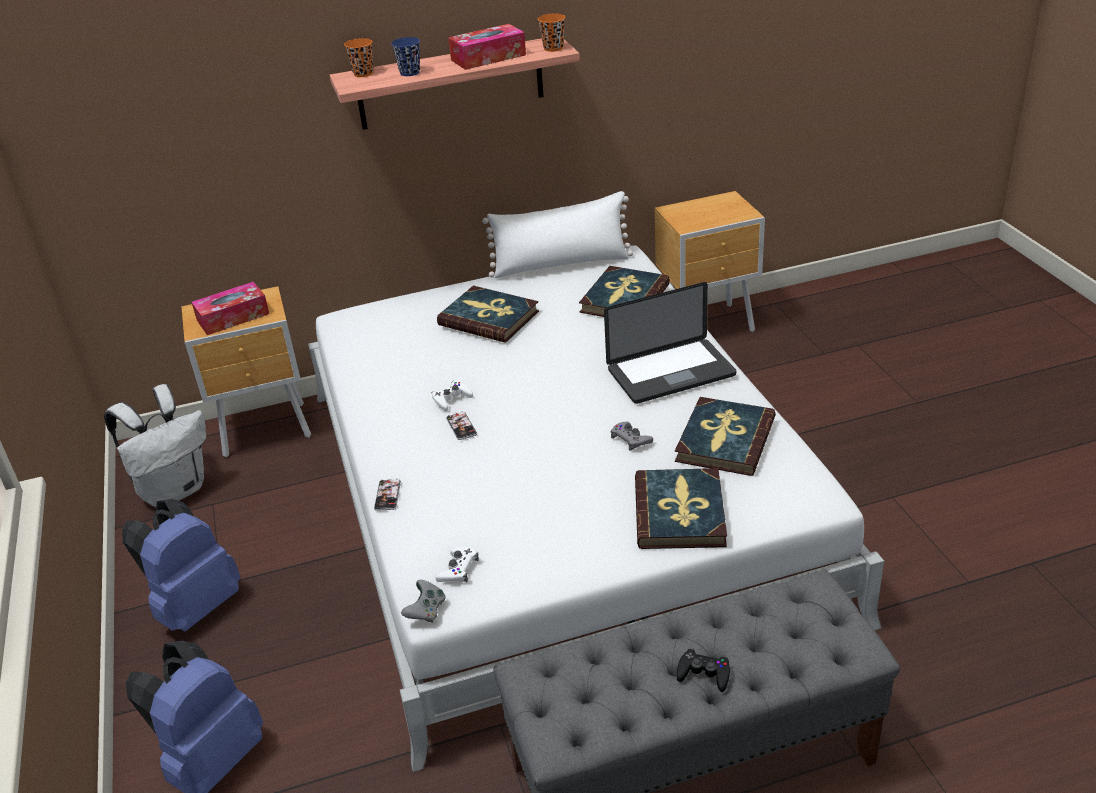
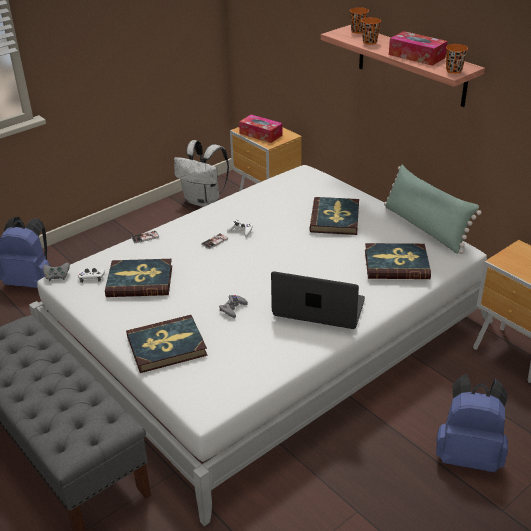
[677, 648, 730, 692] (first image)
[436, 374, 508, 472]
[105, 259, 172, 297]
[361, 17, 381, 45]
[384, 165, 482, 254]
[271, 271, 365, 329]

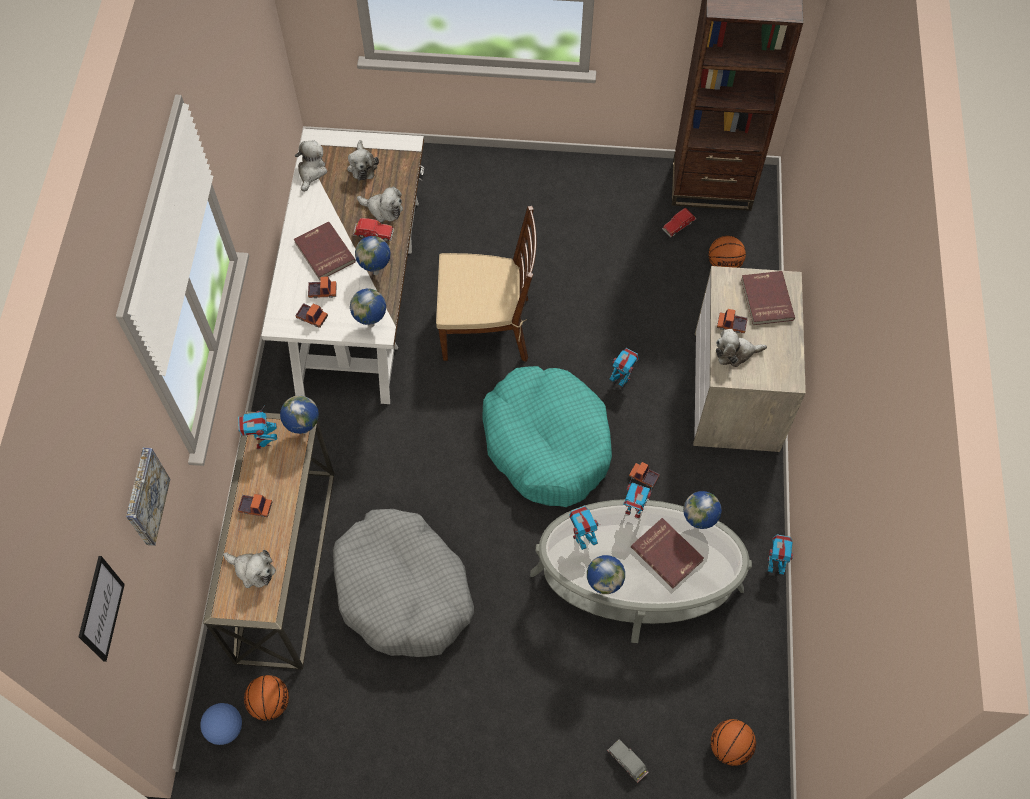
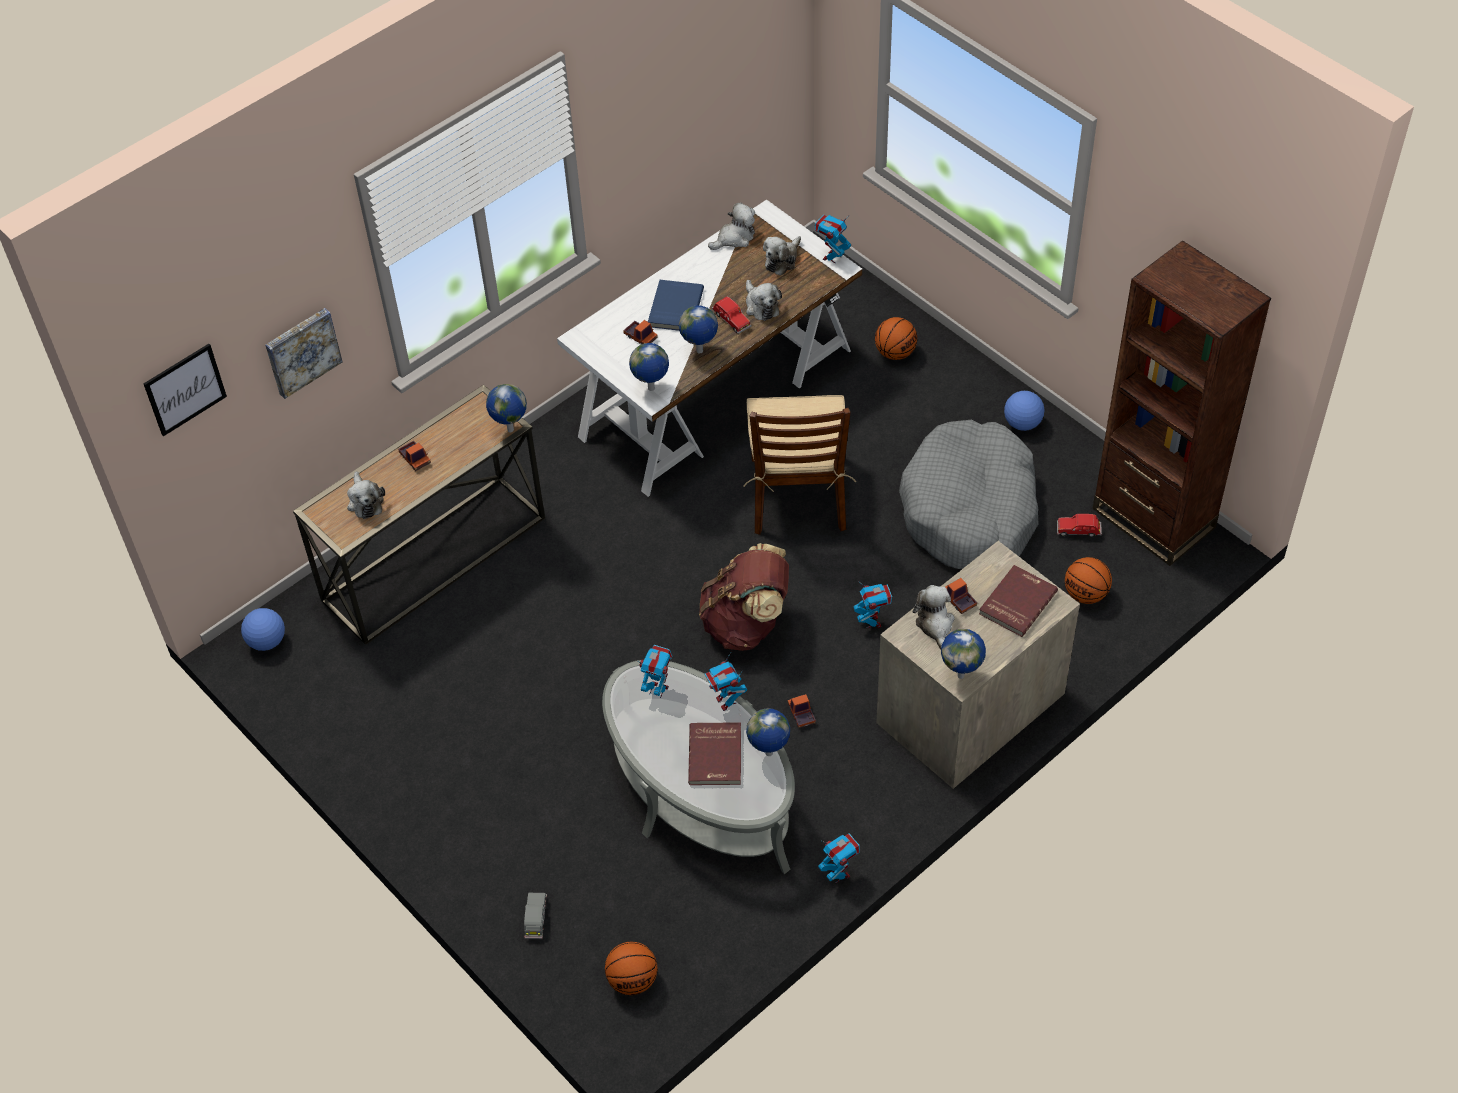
[295, 303, 328, 328] (first image)
[1004, 391, 1045, 431]
[815, 214, 851, 264]
[875, 317, 917, 360]
[899, 420, 1039, 569]
[941, 629, 986, 679]
[699, 543, 789, 651]
[648, 280, 704, 331]
[743, 395, 856, 535]
[913, 585, 954, 650]

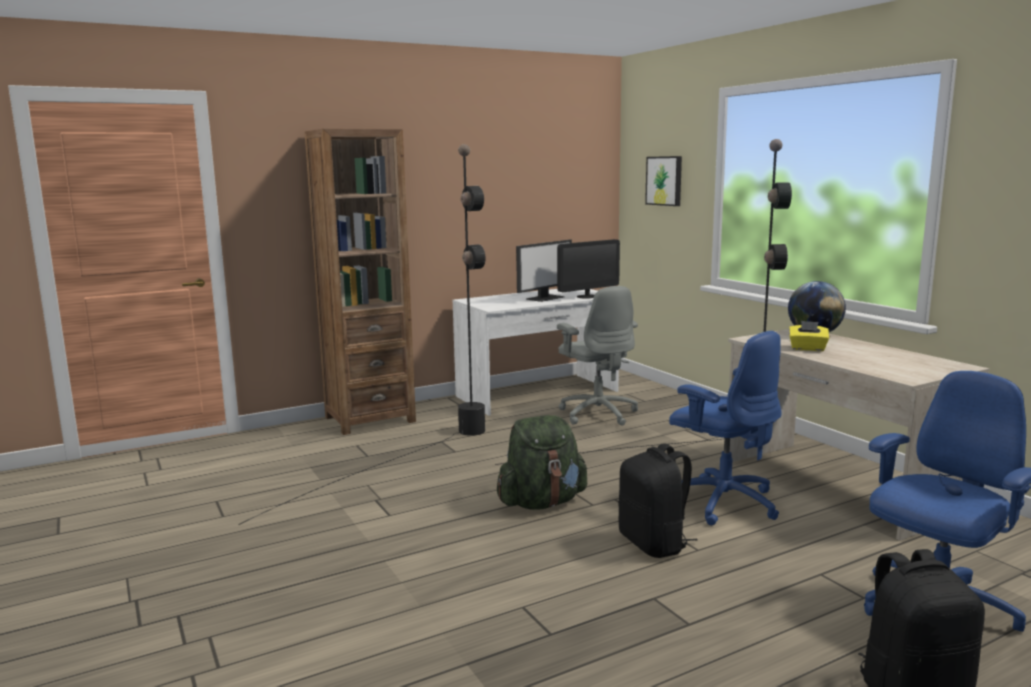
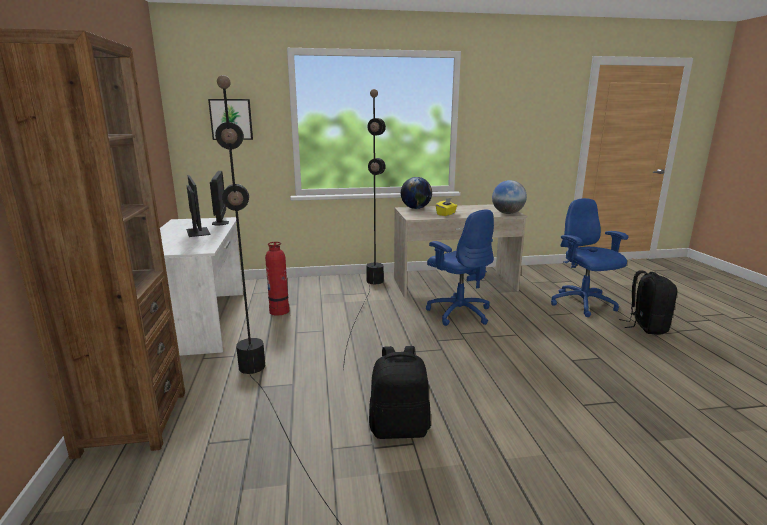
[497, 415, 587, 510] (first image)
[492, 180, 527, 214]
[369, 346, 431, 439]
[265, 242, 289, 316]
[426, 209, 494, 326]

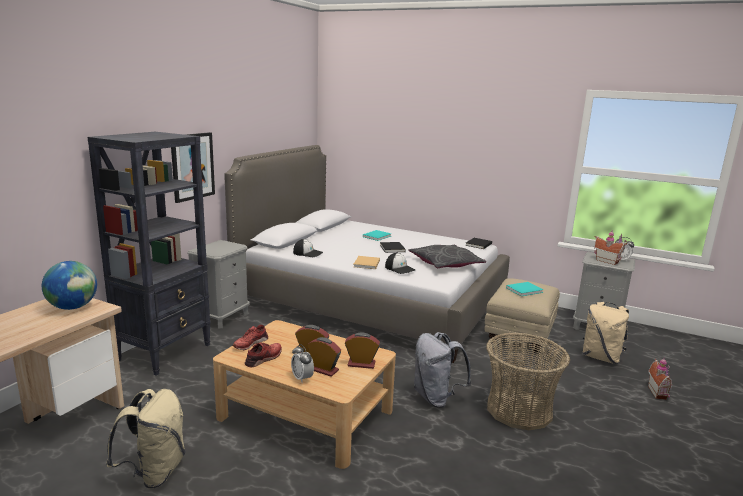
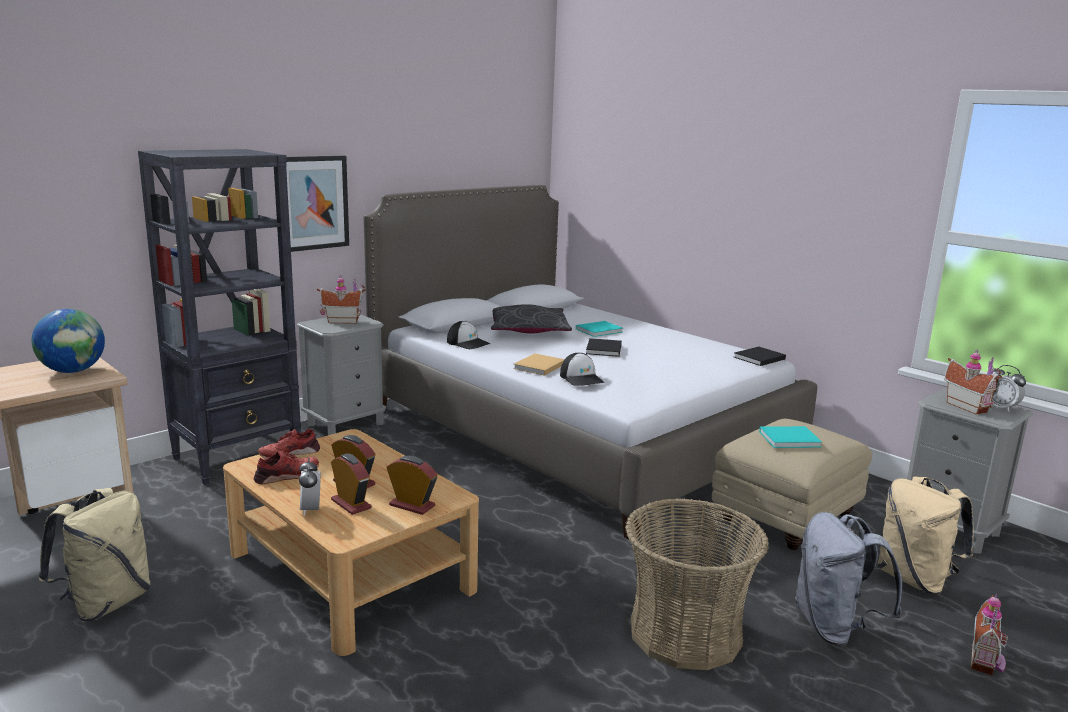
[317, 275, 366, 323]
[491, 304, 572, 334]
[795, 512, 903, 647]

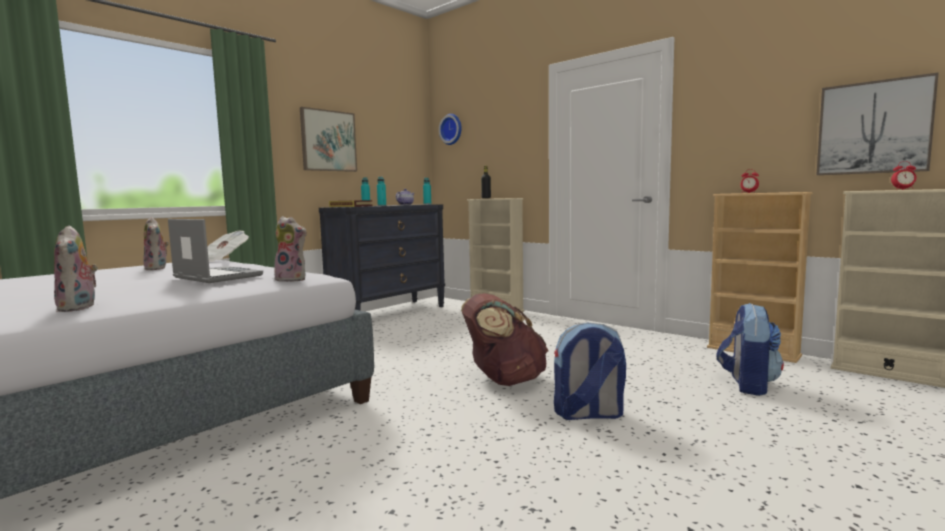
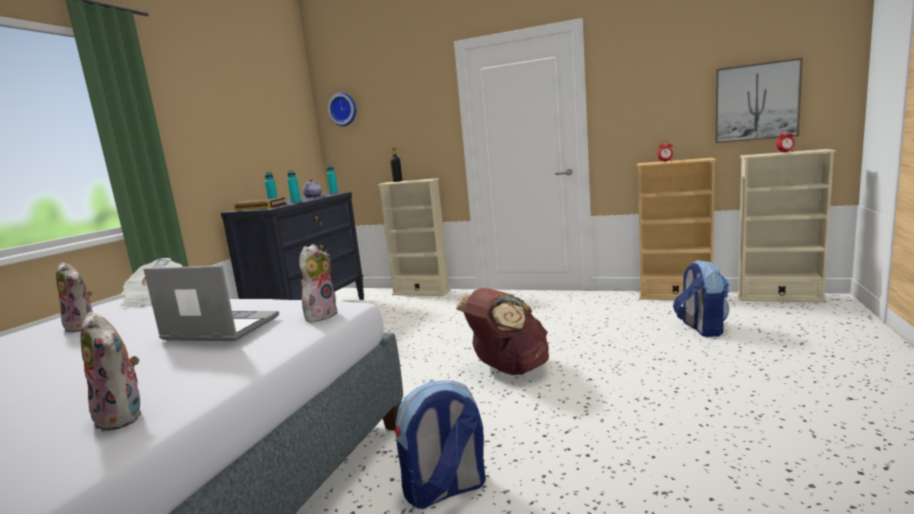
[300, 107, 357, 172] (first image)
[395, 380, 486, 509]
[299, 244, 338, 322]

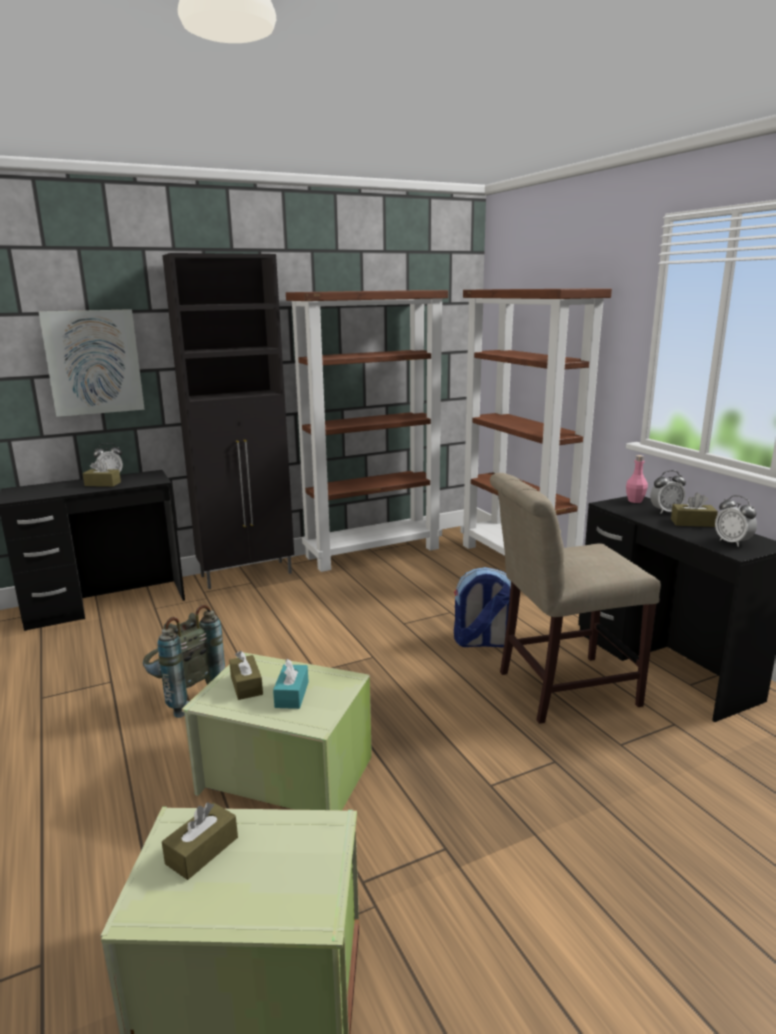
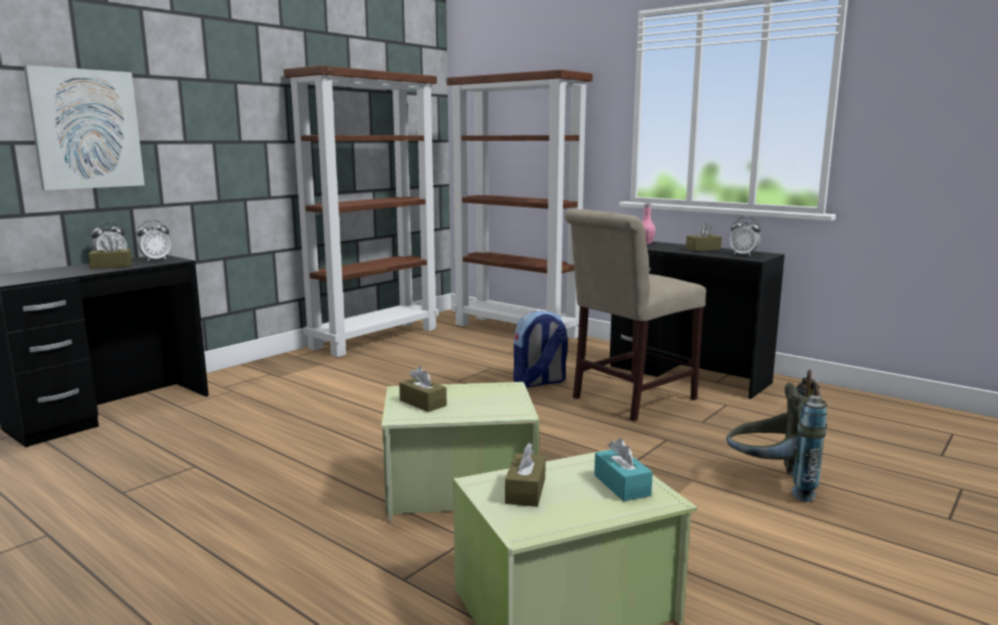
[162, 253, 294, 589] (first image)
[726, 370, 827, 502]
[594, 438, 653, 501]
[137, 220, 171, 261]

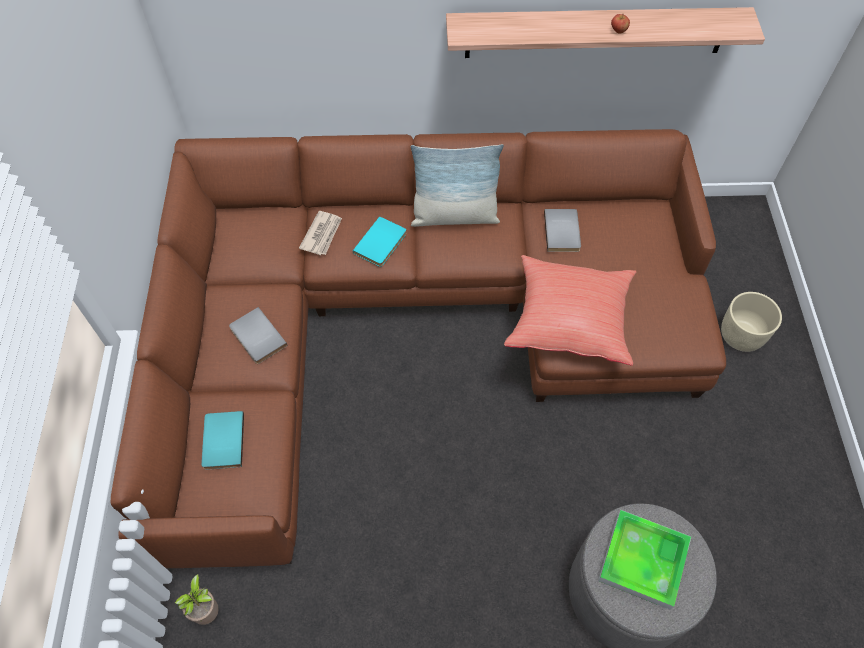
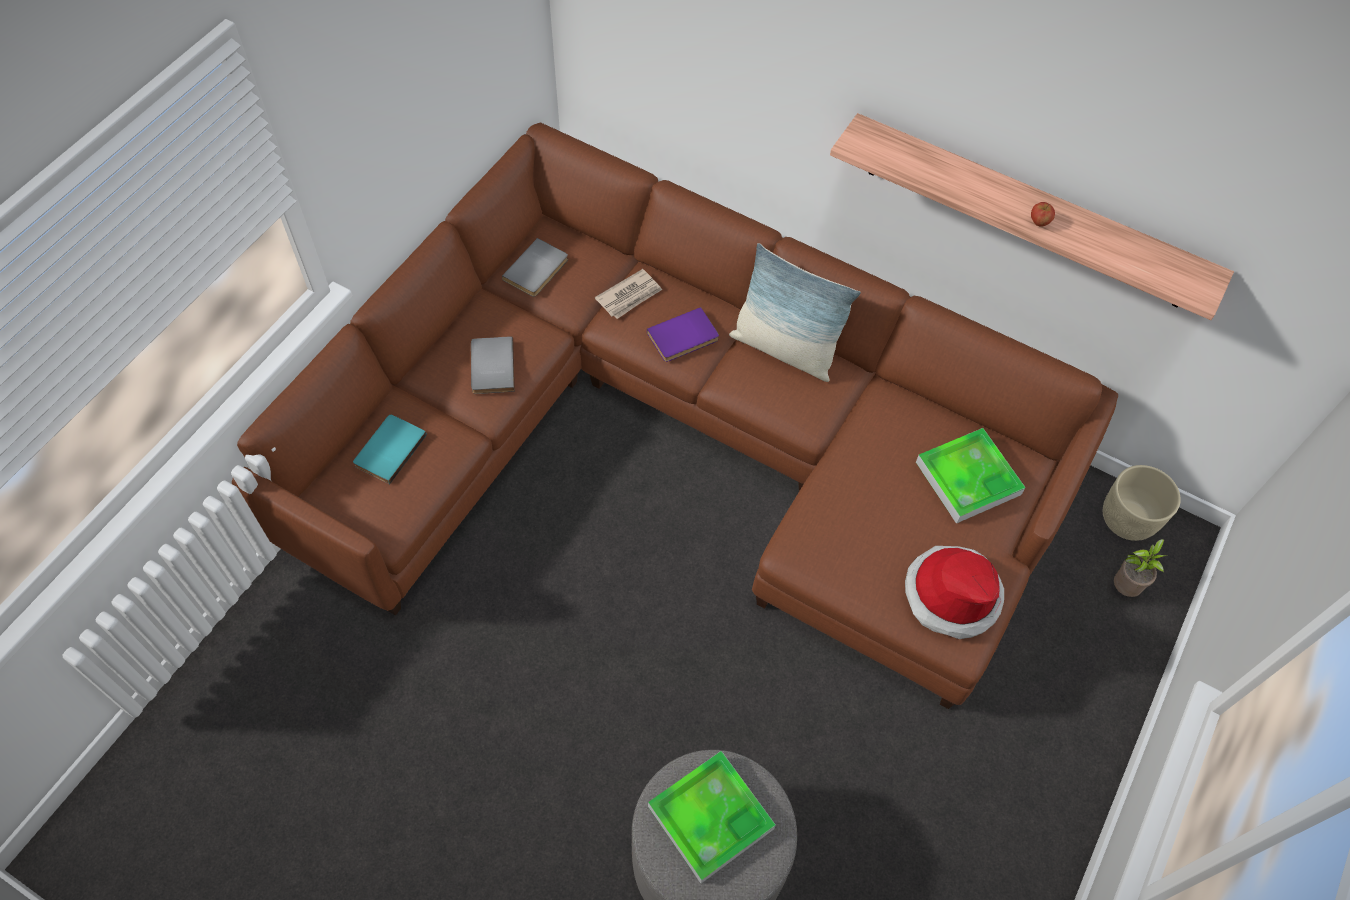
[504, 255, 636, 366] (first image)
[905, 546, 1004, 639]
[916, 428, 1026, 524]
[1114, 539, 1168, 597]
[502, 238, 568, 297]
[1103, 465, 1181, 541]
[647, 307, 719, 362]

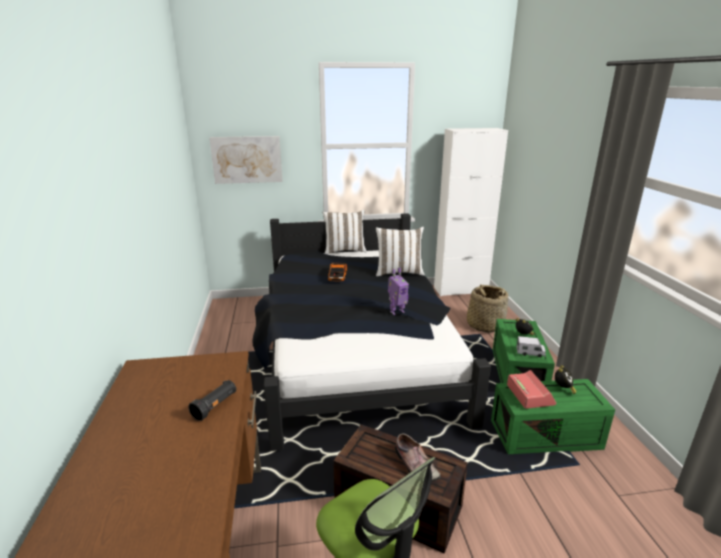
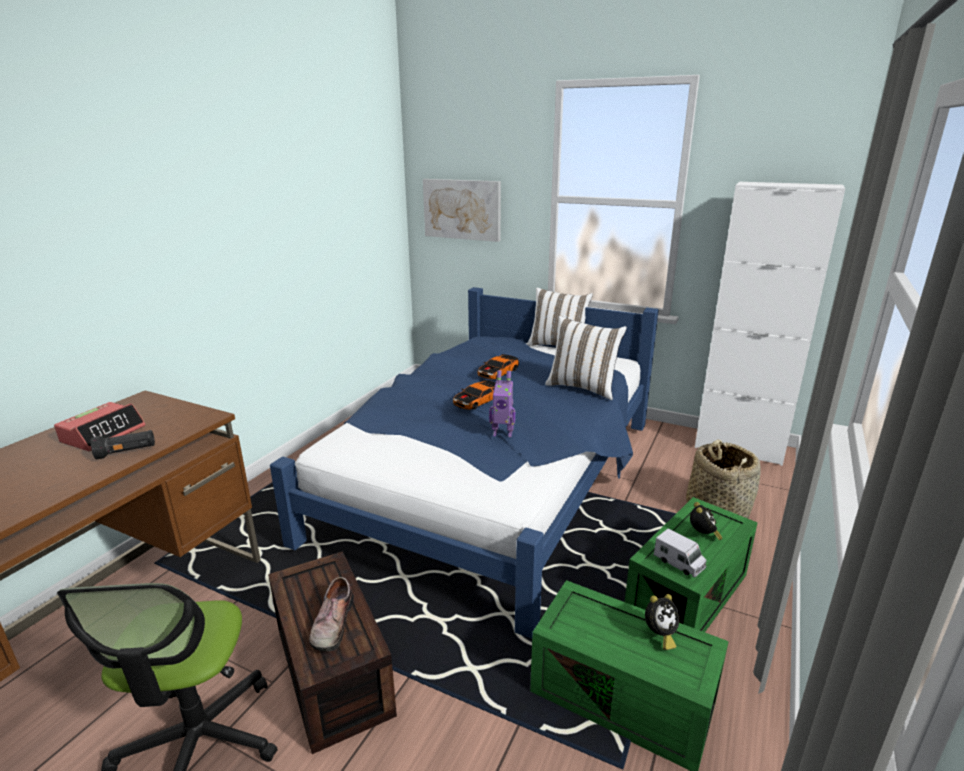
[453, 380, 495, 410]
[54, 402, 145, 451]
[270, 287, 659, 639]

